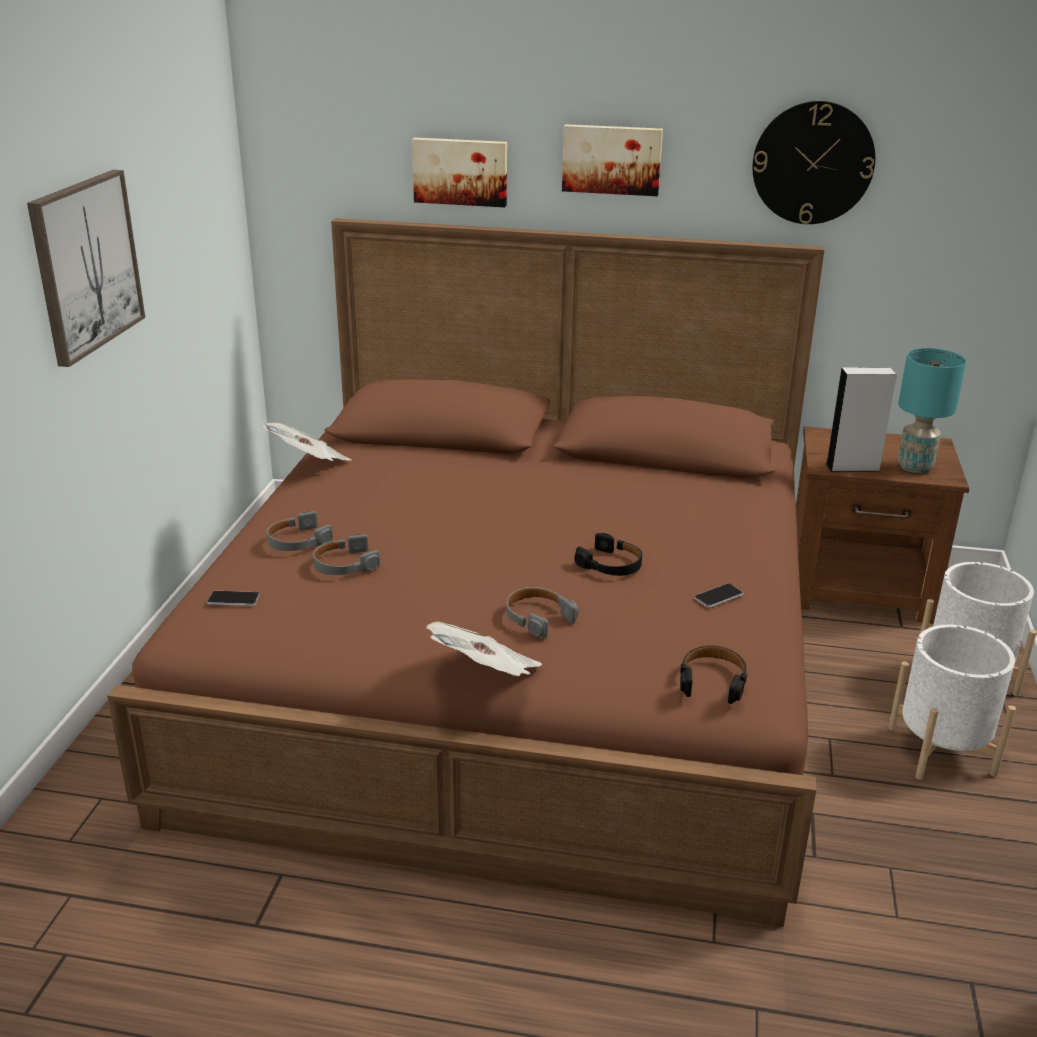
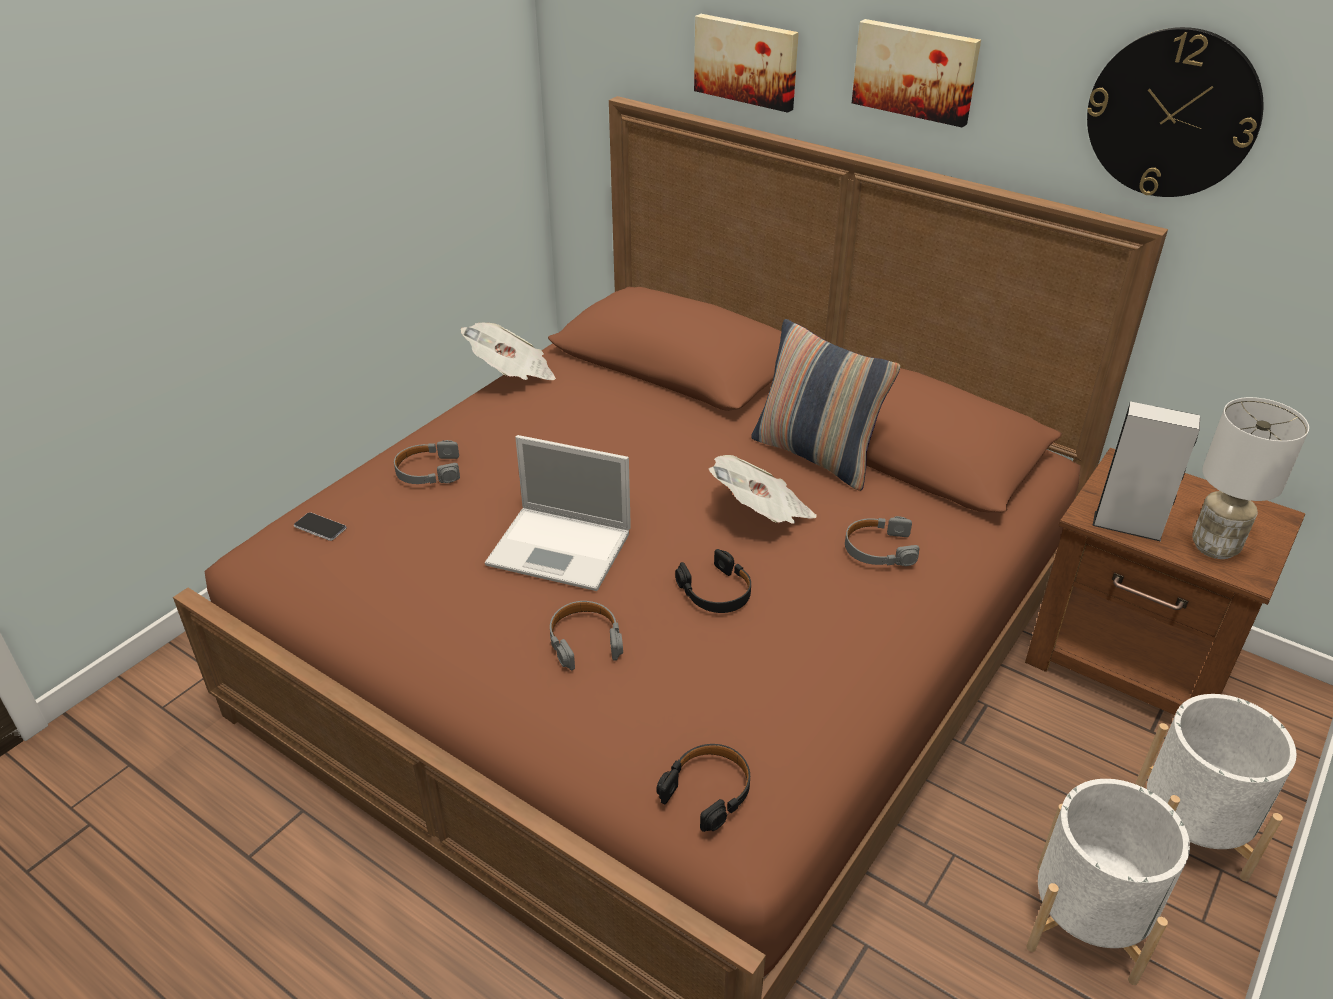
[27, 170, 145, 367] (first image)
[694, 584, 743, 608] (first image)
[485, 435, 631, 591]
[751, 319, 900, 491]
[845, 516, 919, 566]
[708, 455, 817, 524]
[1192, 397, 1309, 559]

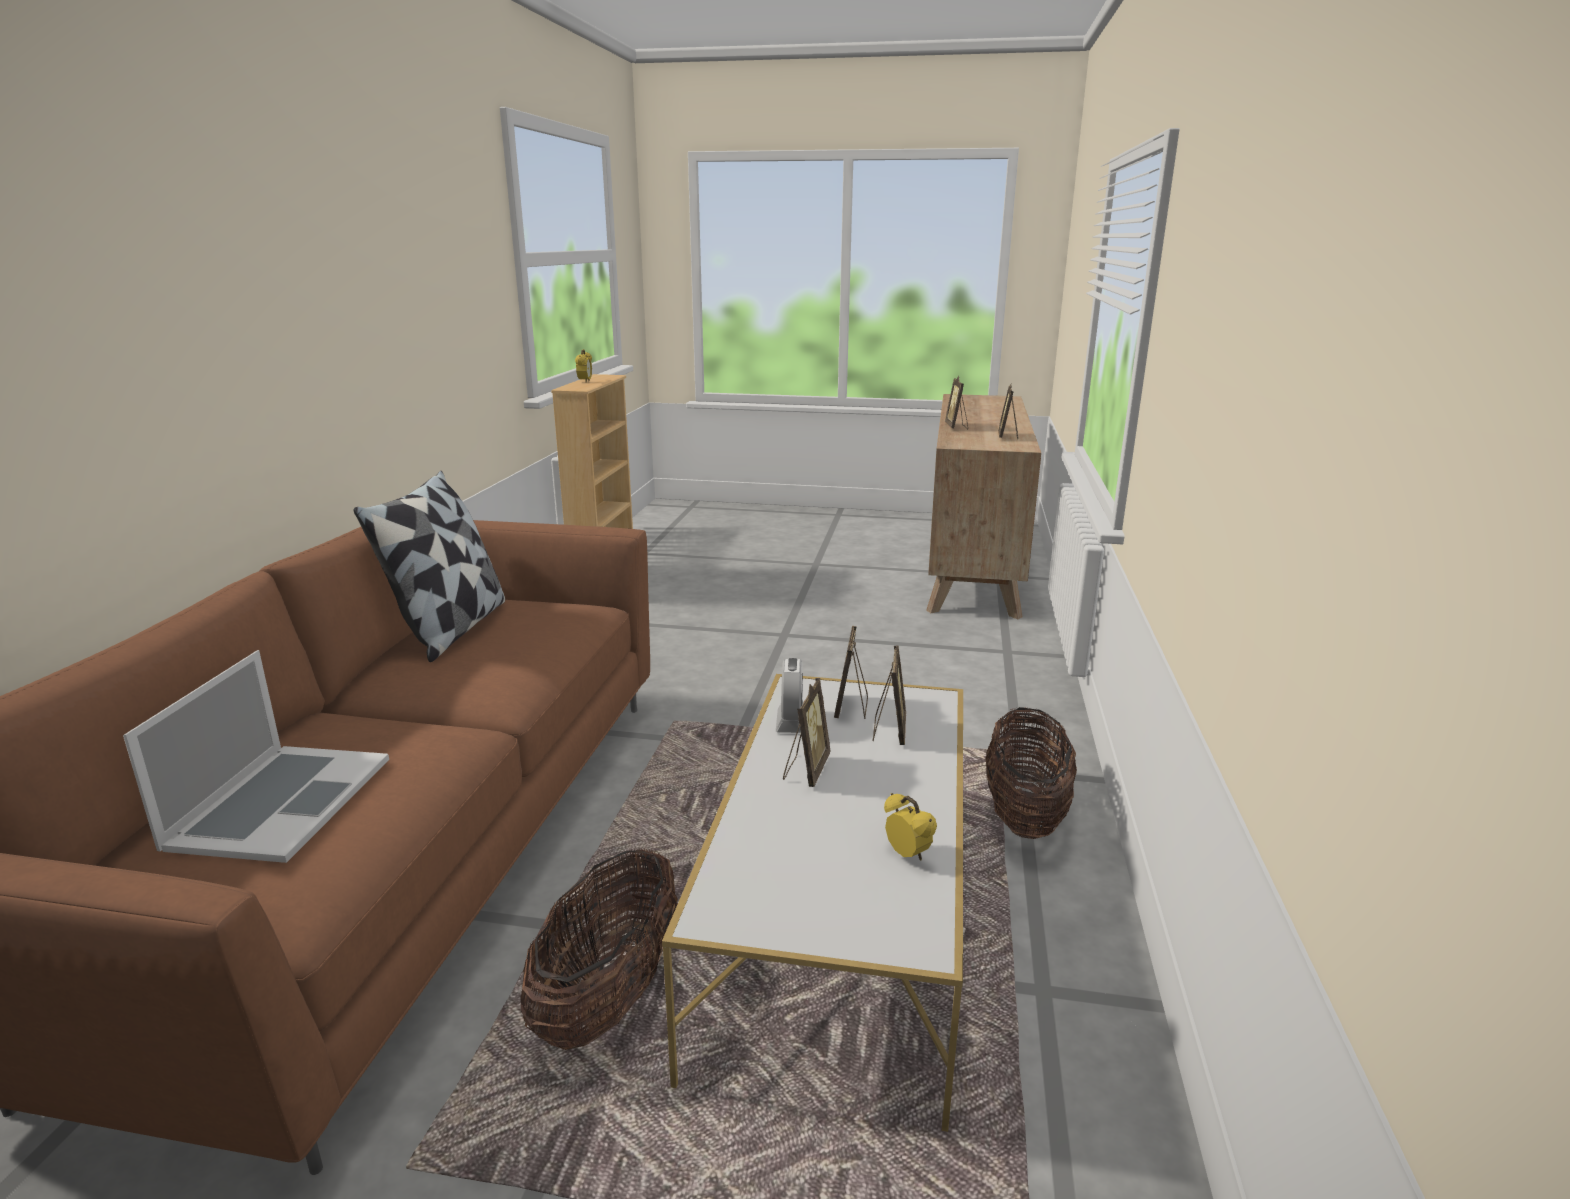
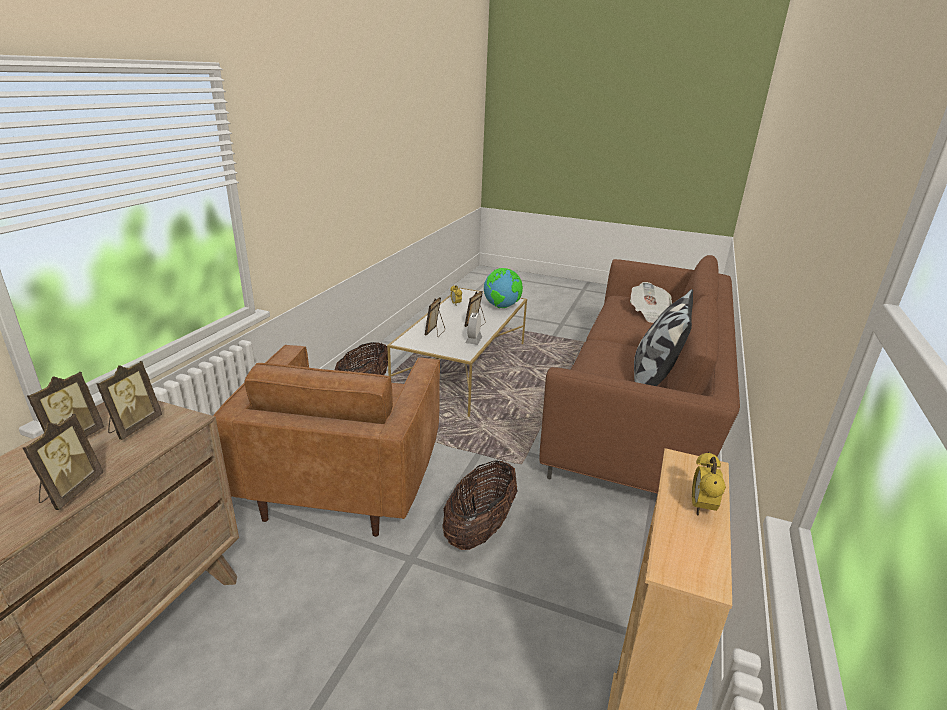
[213, 345, 440, 537]
[484, 268, 523, 308]
[442, 460, 518, 550]
[96, 361, 162, 440]
[630, 282, 672, 323]

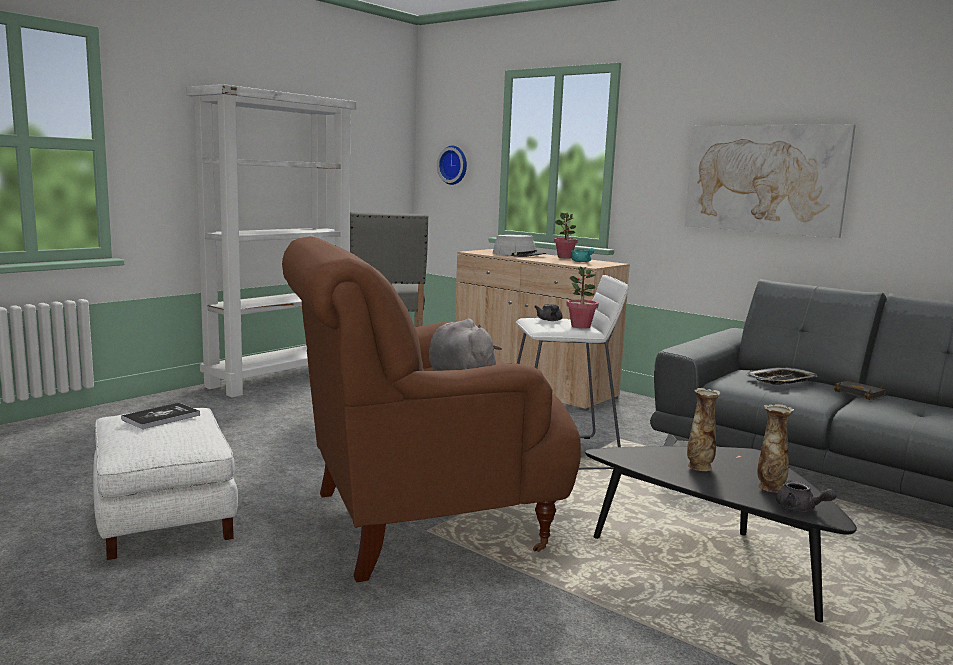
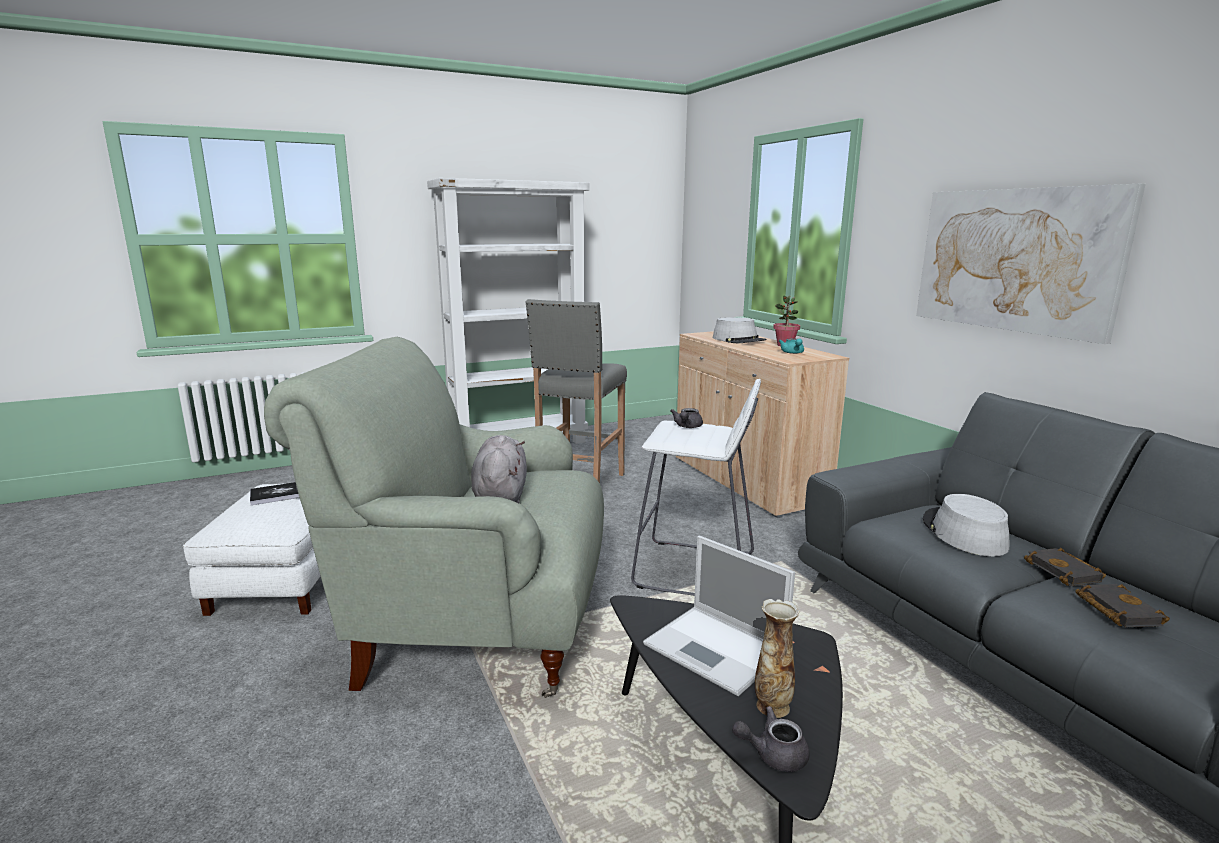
[437, 145, 467, 185] (first image)
[566, 266, 598, 329] (first image)
[1075, 584, 1170, 627]
[643, 536, 795, 696]
[923, 494, 1009, 556]
[264, 337, 604, 698]
[732, 706, 810, 772]

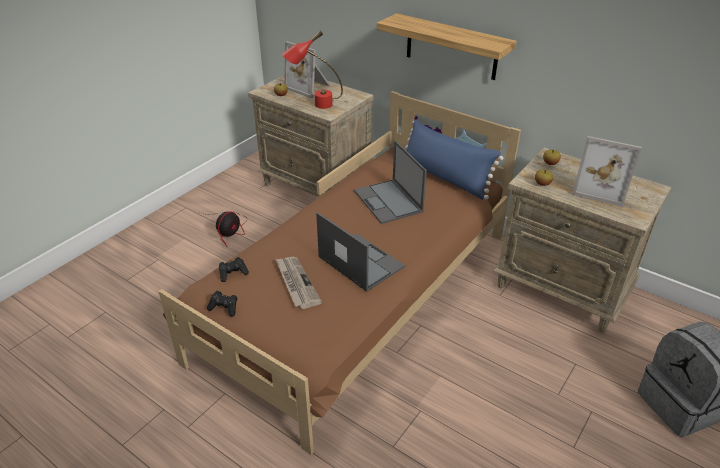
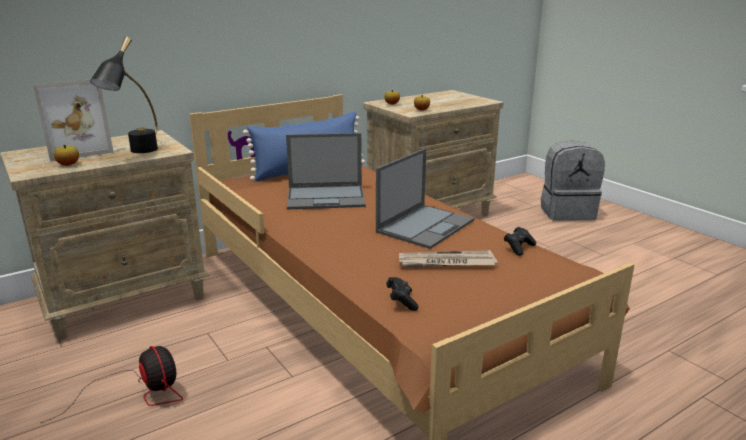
[377, 13, 517, 80] (first image)
[572, 136, 642, 207] (first image)
[504, 227, 536, 256]
[90, 37, 158, 153]
[376, 148, 474, 249]

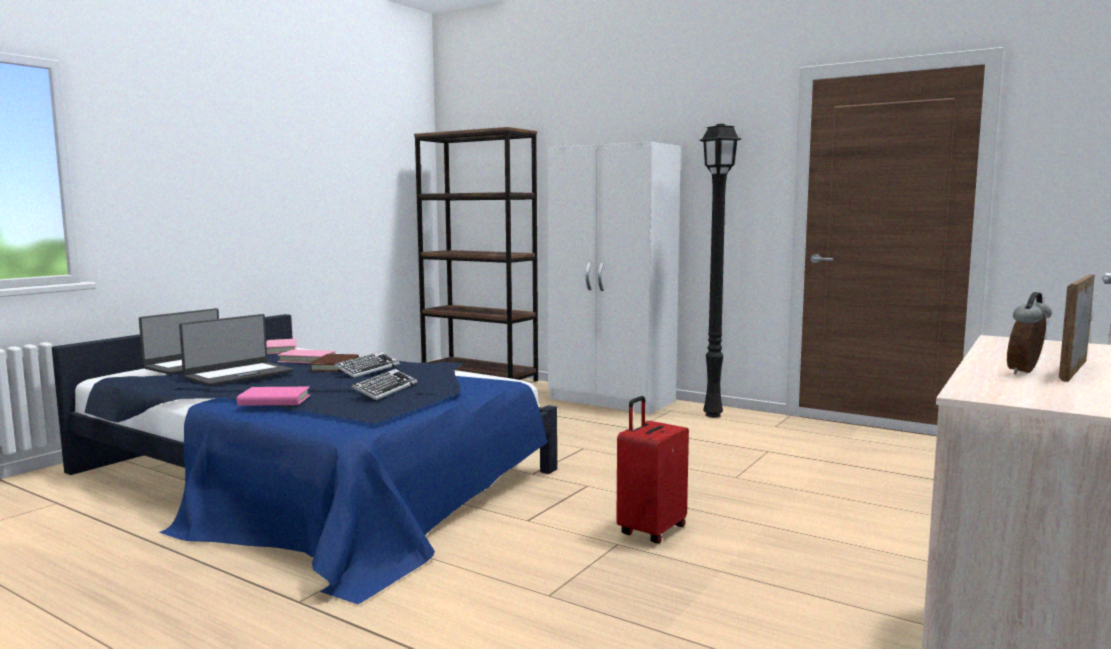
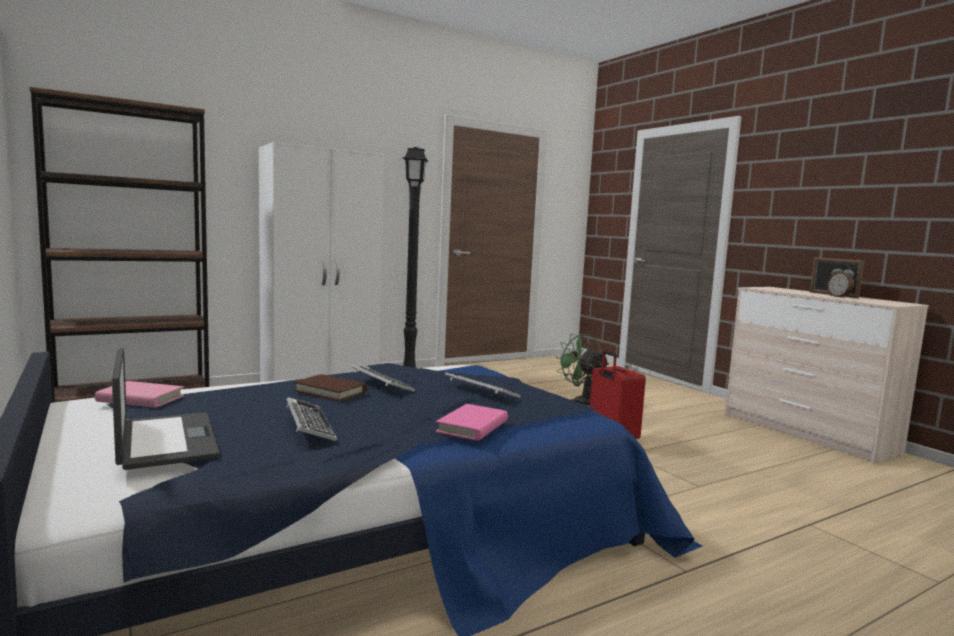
[277, 349, 336, 363] (first image)
[555, 333, 609, 406]
[286, 397, 337, 441]

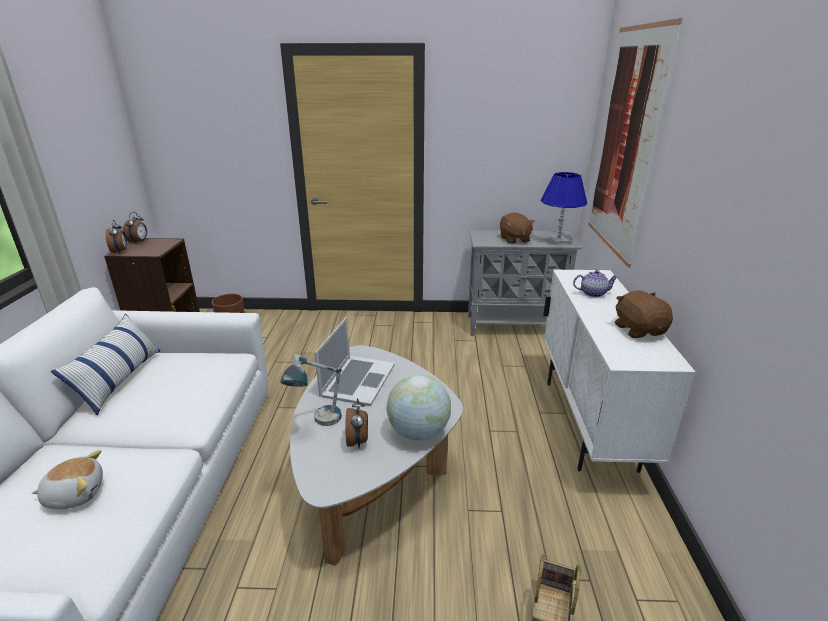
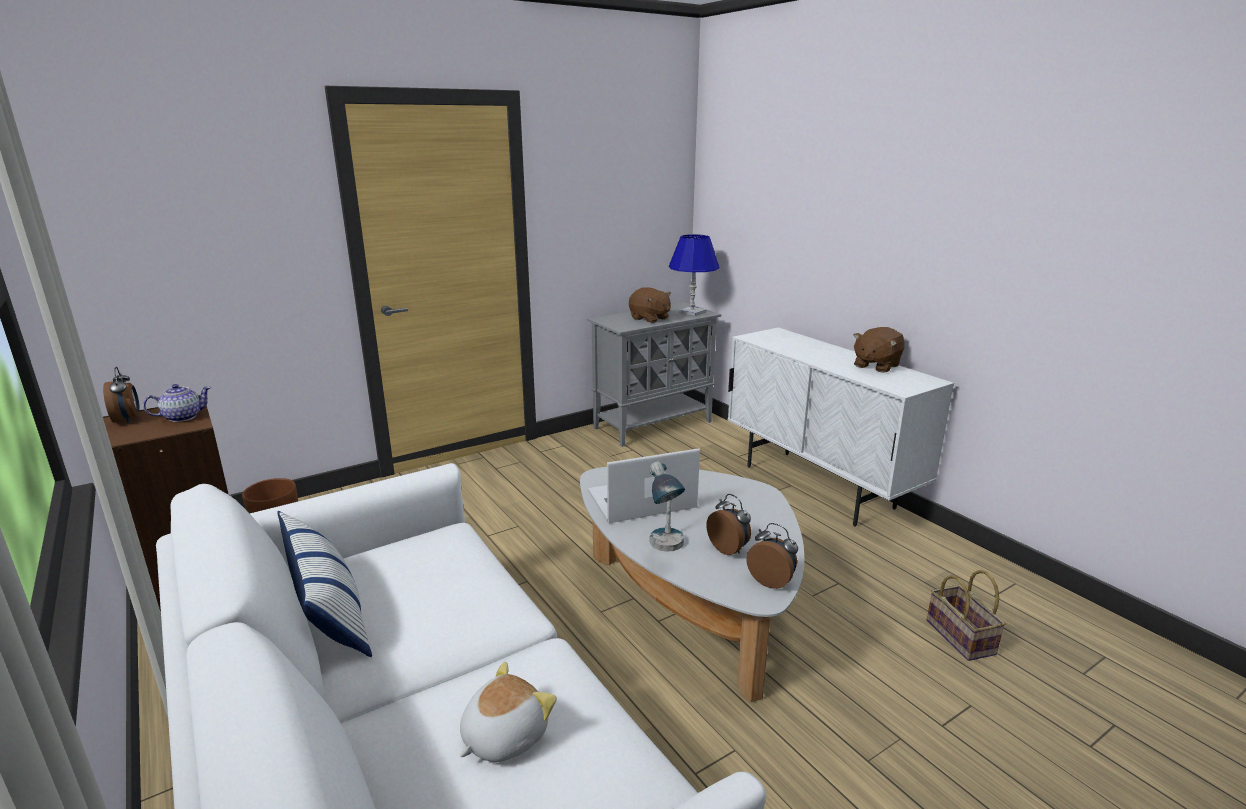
[386, 374, 451, 440] (first image)
[588, 18, 682, 268] (first image)
[746, 523, 798, 589]
[143, 384, 211, 422]
[588, 448, 700, 523]
[853, 327, 905, 373]

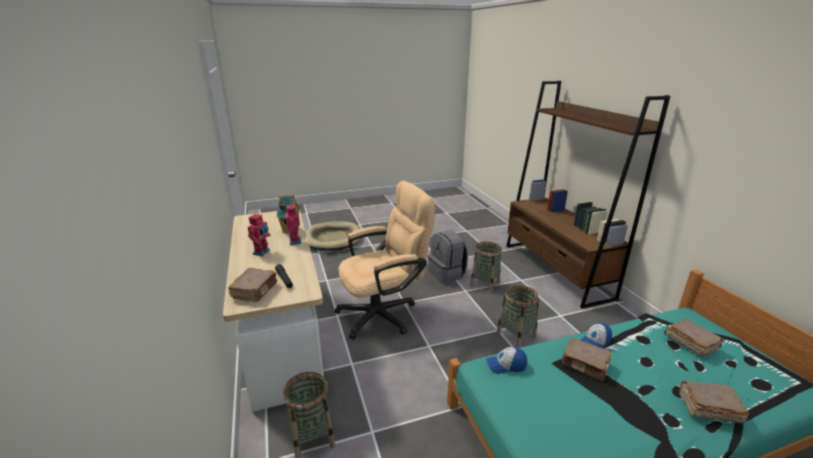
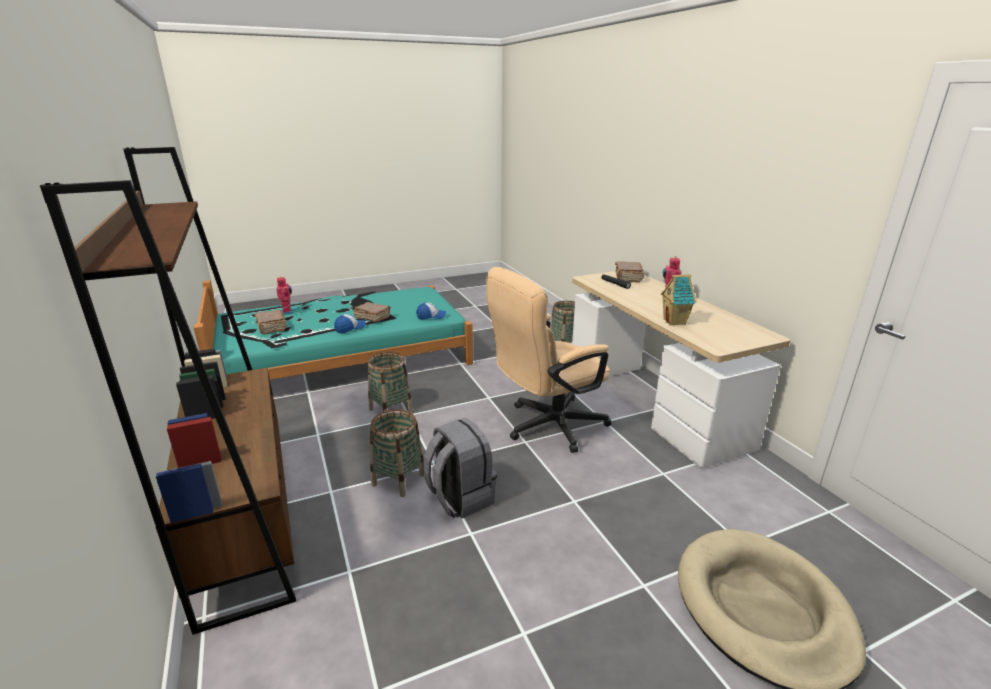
[679, 381, 749, 423] (first image)
[276, 276, 292, 315]

